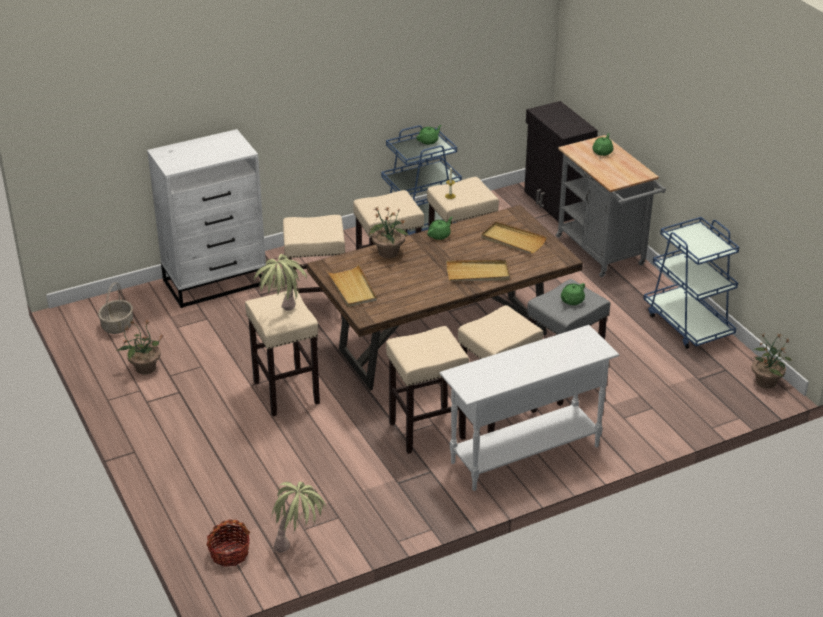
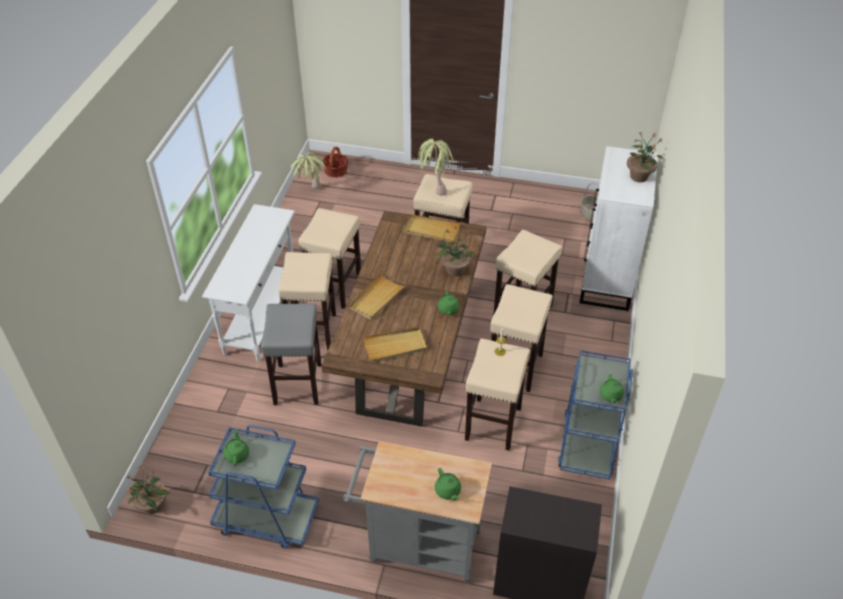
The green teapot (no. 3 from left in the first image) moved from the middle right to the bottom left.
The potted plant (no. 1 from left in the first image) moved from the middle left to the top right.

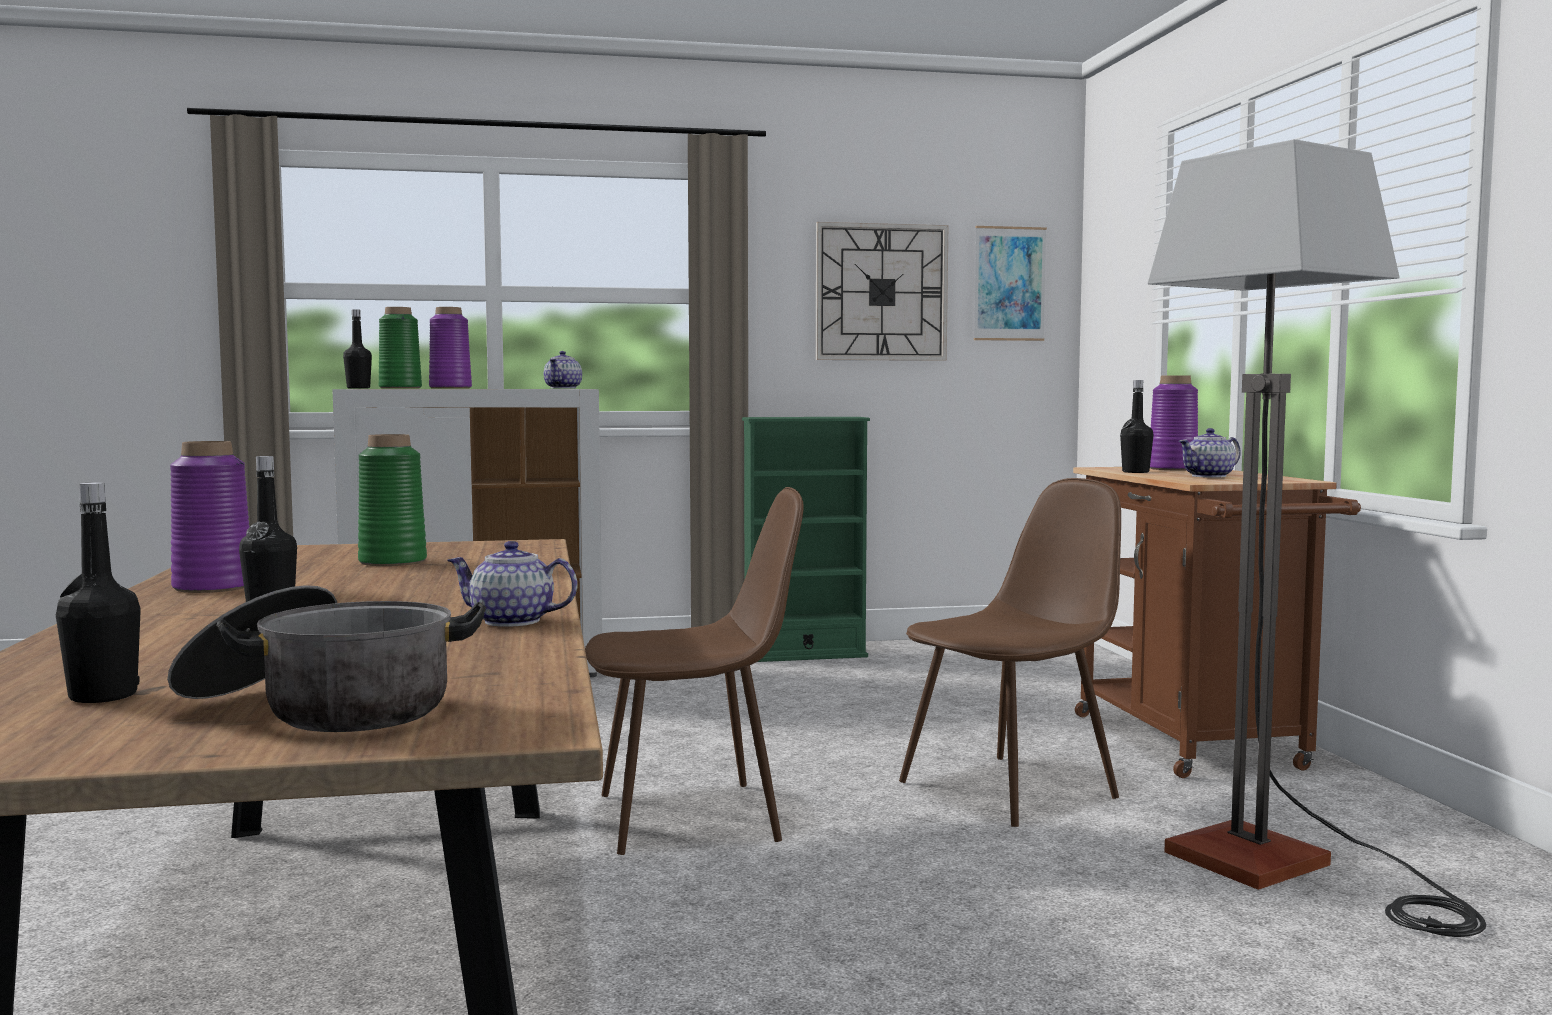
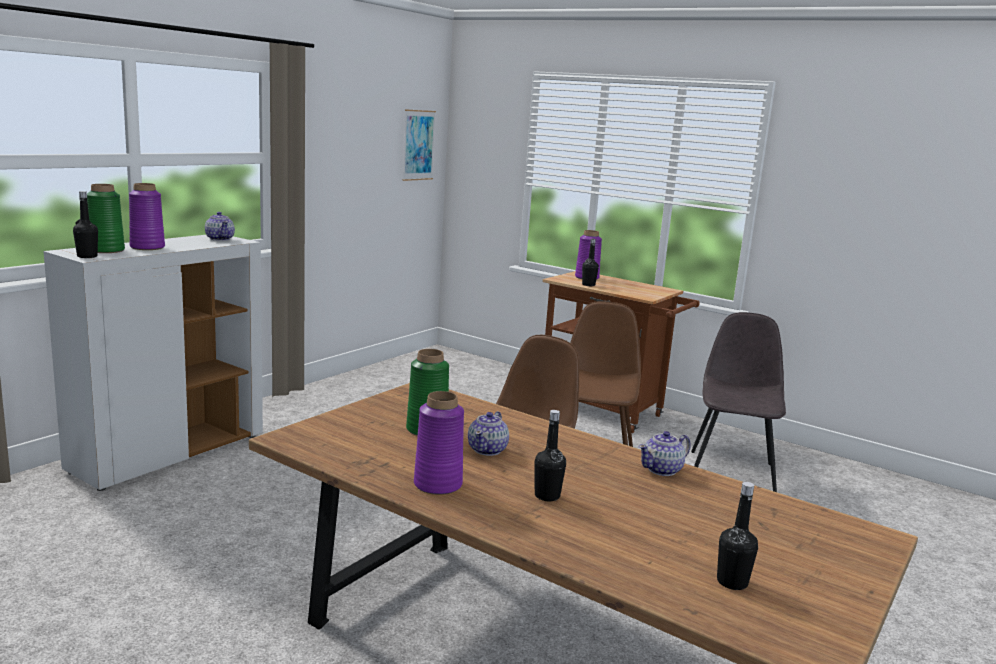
The floor lamp at the middle right was replaced by the grey chair at the middle right.
The wall clock at the top centre disappeared.
The green bookcase at the centre disappeared.
The teapot (no. 3 from left in the first image) moved from the middle right to the centre.
The cooking pot at the middle left disappeared.

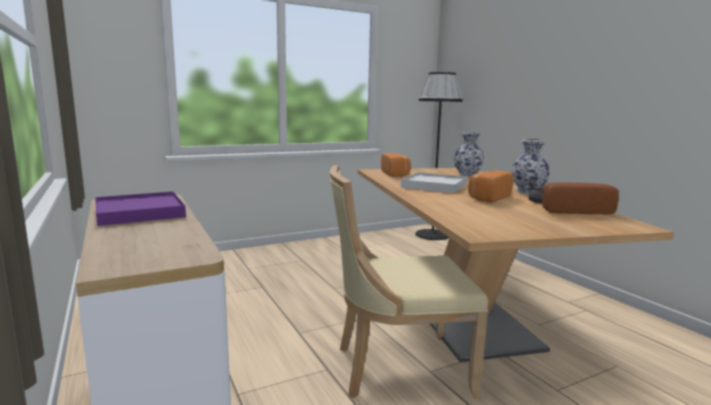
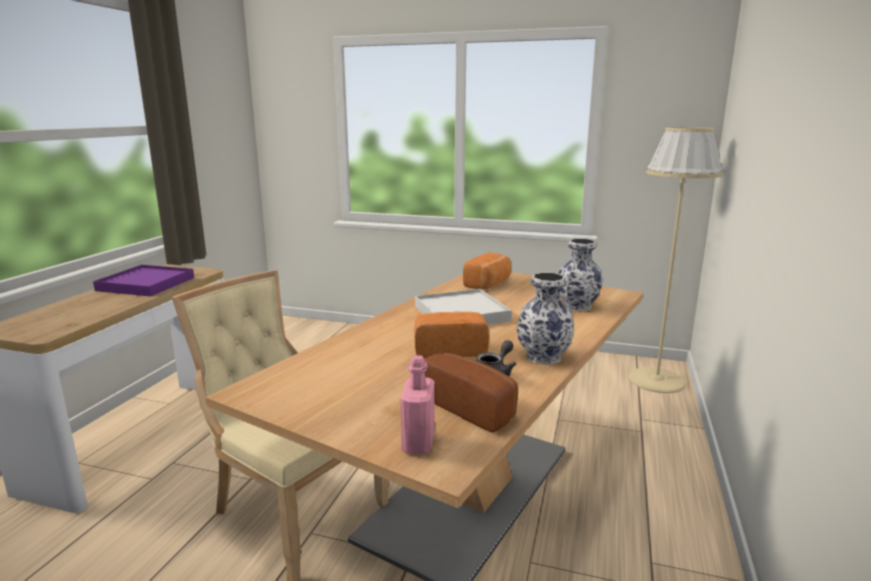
The black floor lamp at the centre became the beige floor lamp at the middle right.
The pink bottle at the bottom centre appeared.

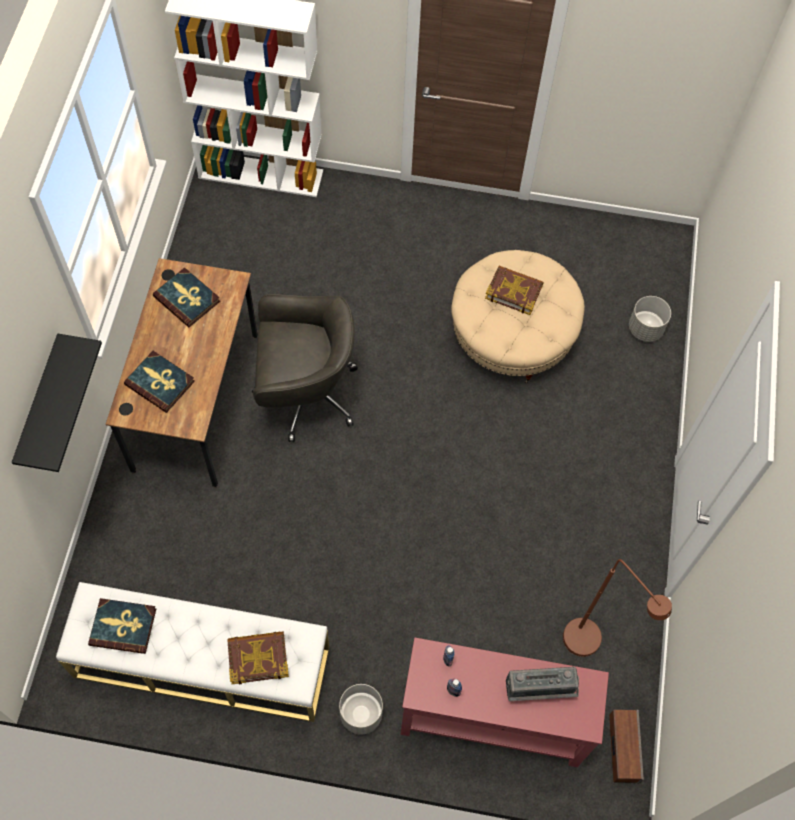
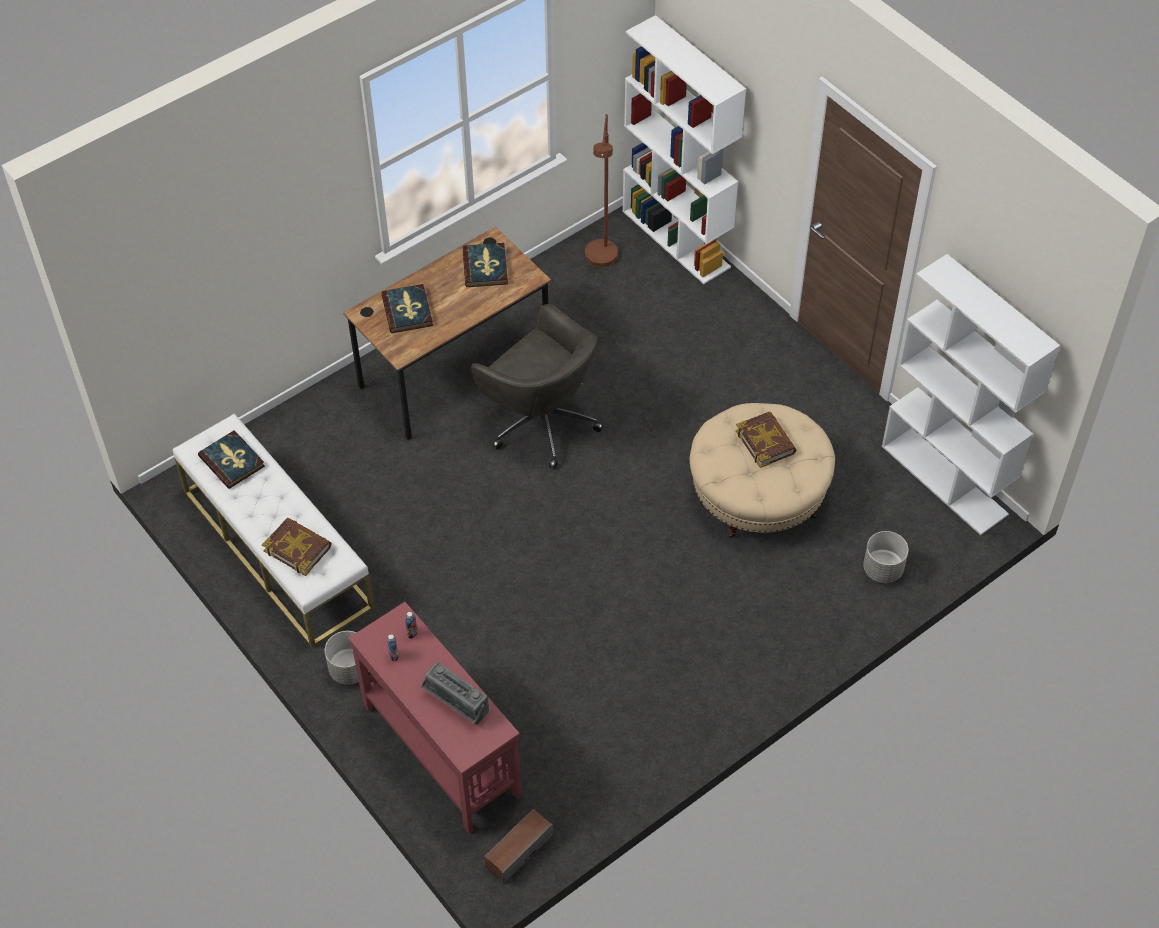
The black shelf at the middle left disappeared.
The brown floor lamp moved from the bottom right to the top centre.
The white bookcase (no. 2 from left) at the middle right appeared.

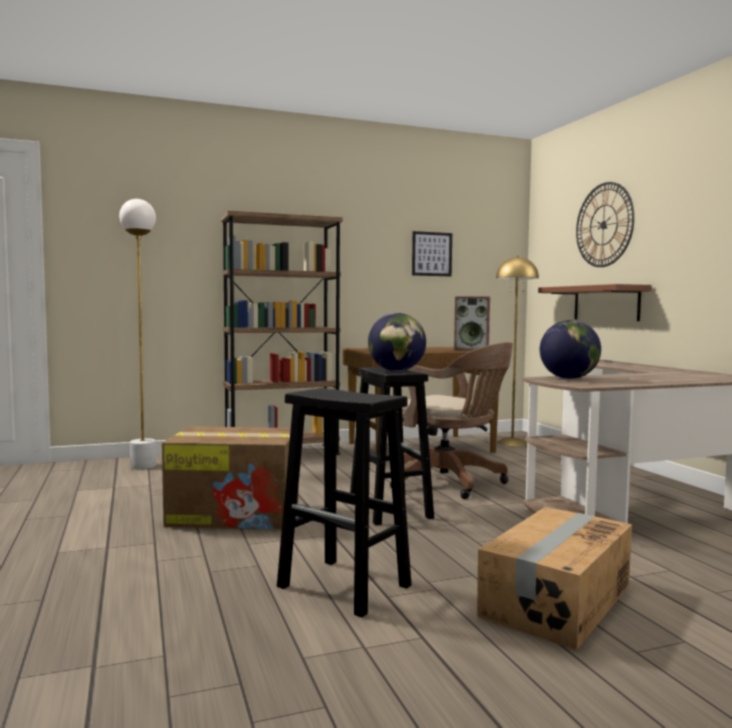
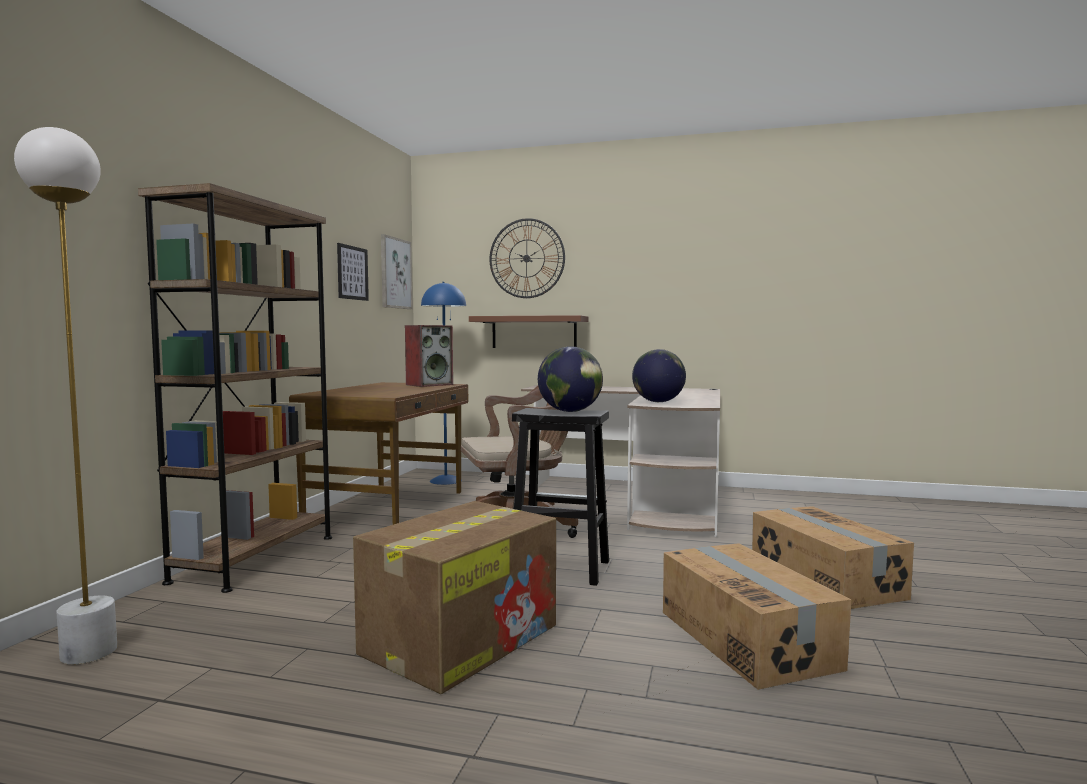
The yellow floor lamp at the middle right became the blue floor lamp at the centre.
The black stool (no. 1 from left) at the bottom centre was replaced by the cardboard box (no. 2 from left) at the bottom right.
The picture (no. 2 from left) at the centre appeared.

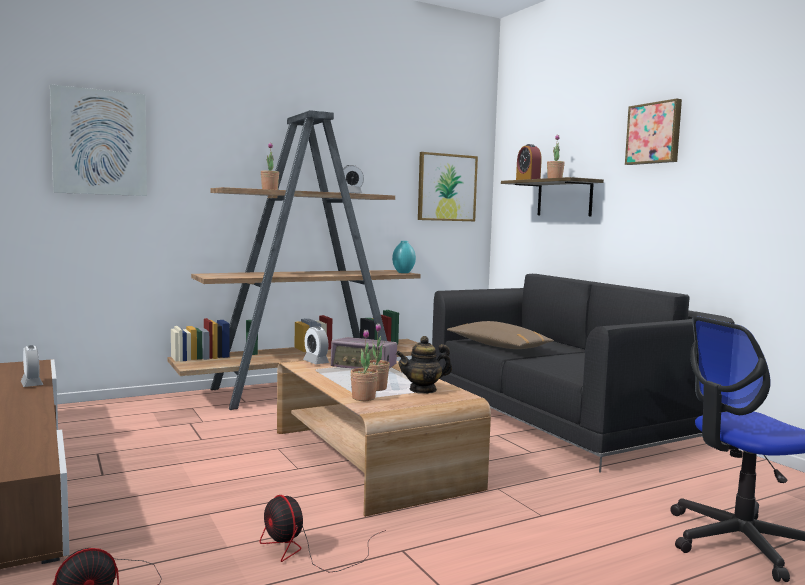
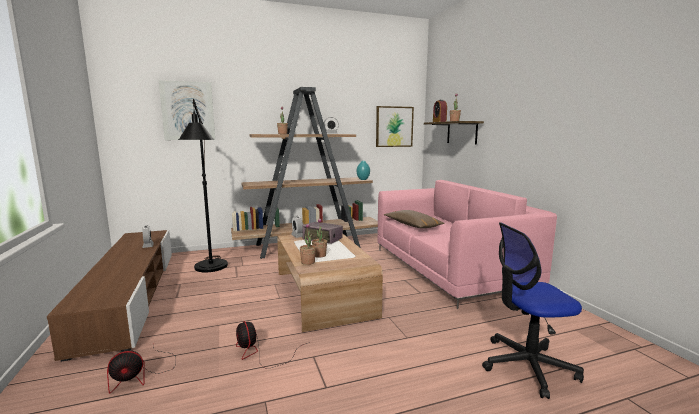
The picture (no. 3 from left) at the top right disappeared.
The black sofa at the middle right became the pink sofa at the middle right.
The teapot at the centre disappeared.
The black floor lamp at the middle left appeared.

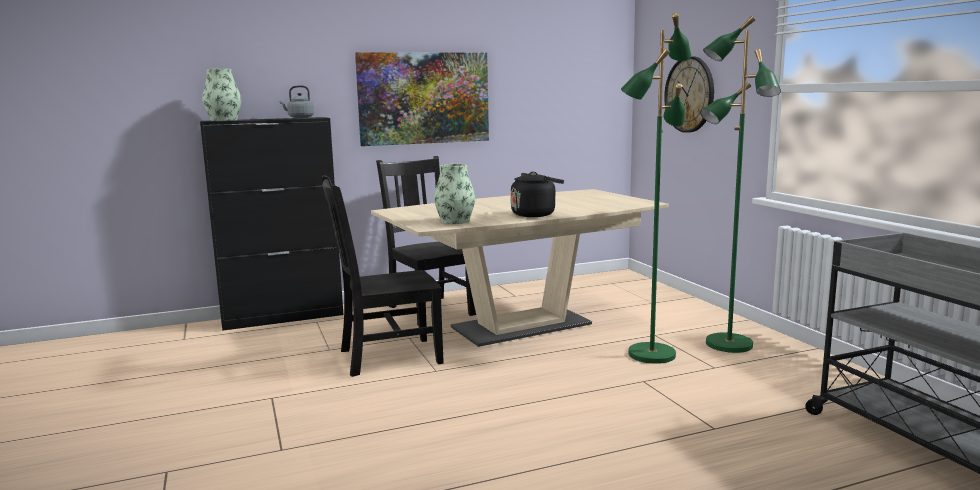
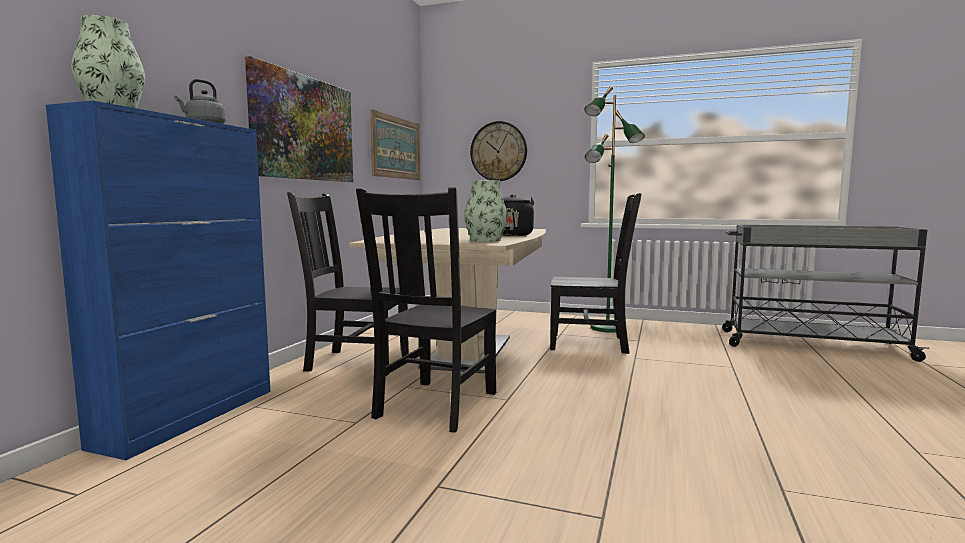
The green floor lamp (no. 1 from left) at the middle right was replaced by the black chair (no. 3 from left) at the centre.
The black cabinet at the middle left became the blue cabinet at the middle left.
The picture (no. 2 from left) at the top centre appeared.

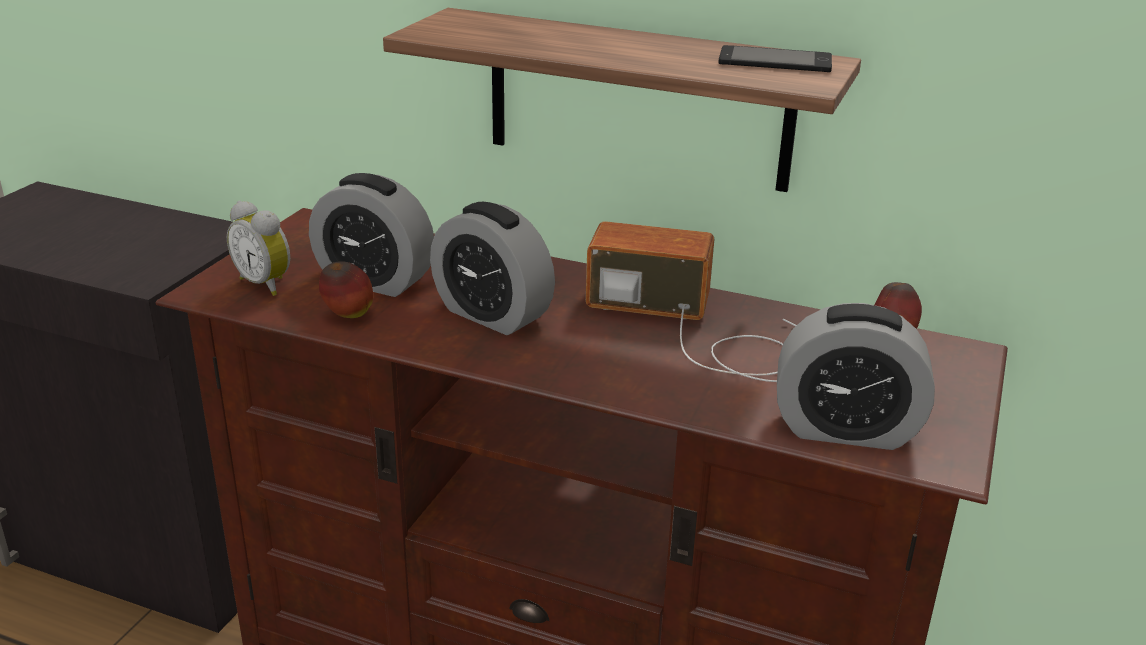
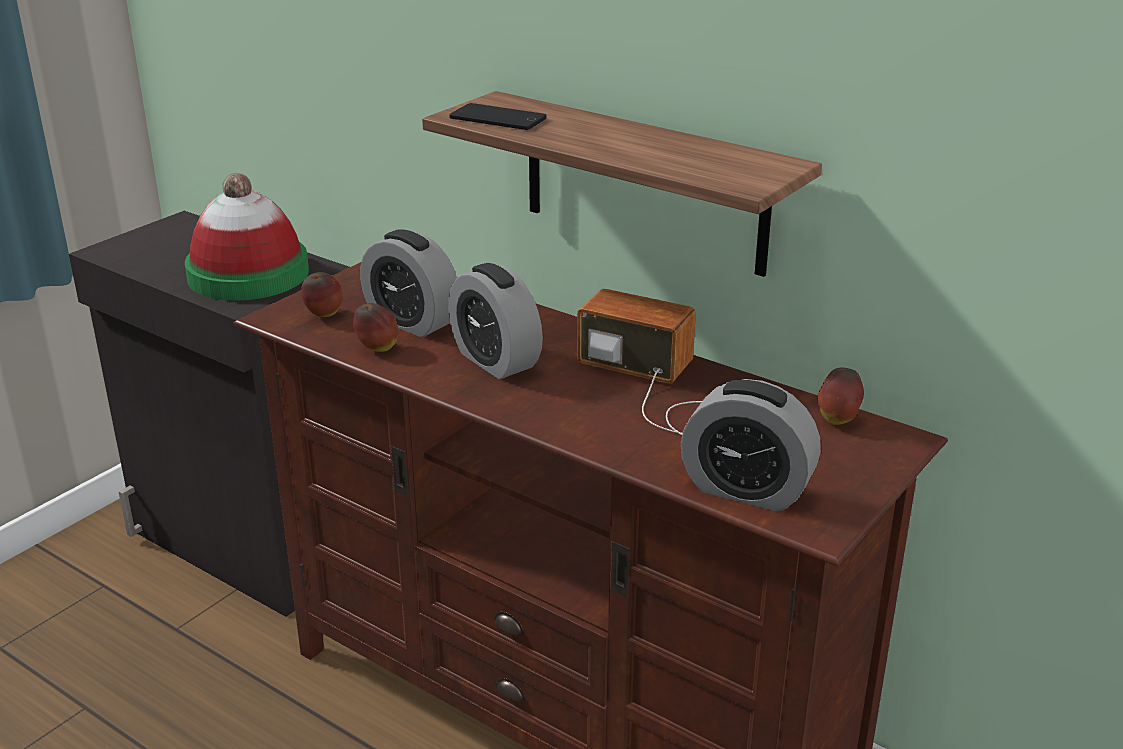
The phone moved from the top right to the top centre.
The alarm clock (no. 1 from left) at the middle left was replaced by the apple (no. 1 from left) at the middle left.
The hat at the top left appeared.

